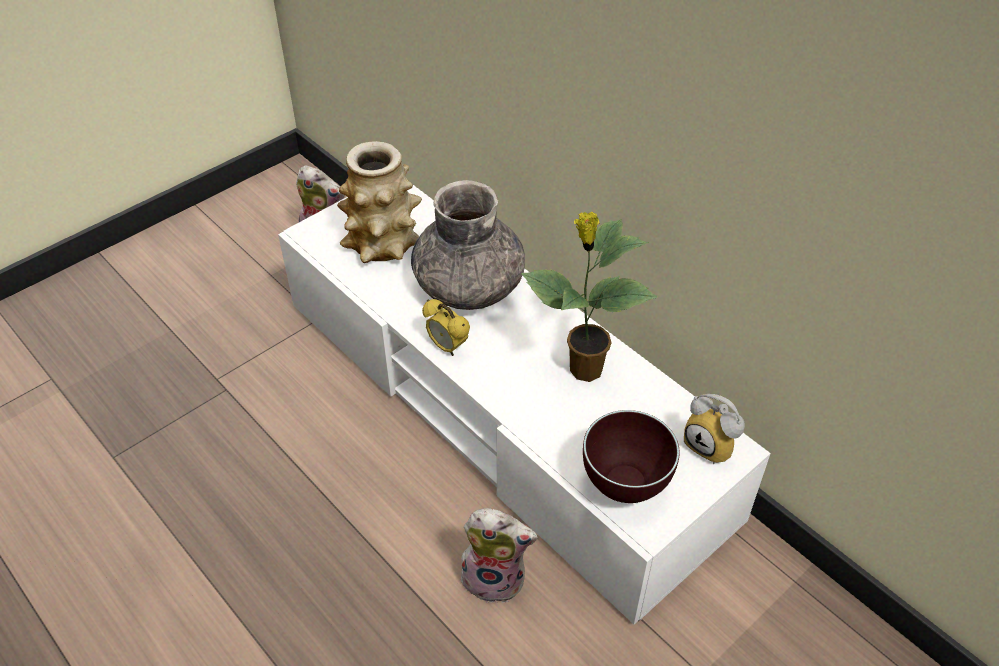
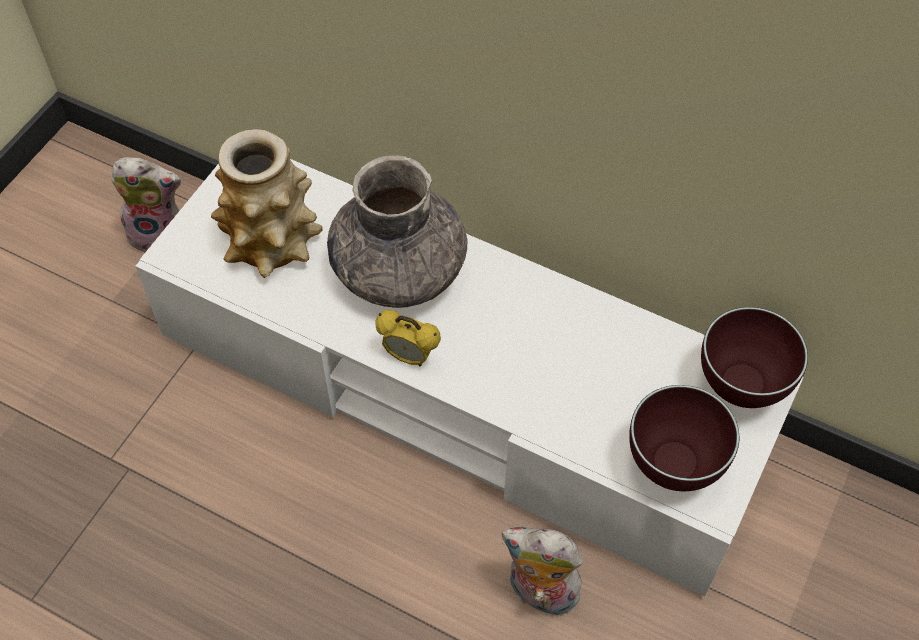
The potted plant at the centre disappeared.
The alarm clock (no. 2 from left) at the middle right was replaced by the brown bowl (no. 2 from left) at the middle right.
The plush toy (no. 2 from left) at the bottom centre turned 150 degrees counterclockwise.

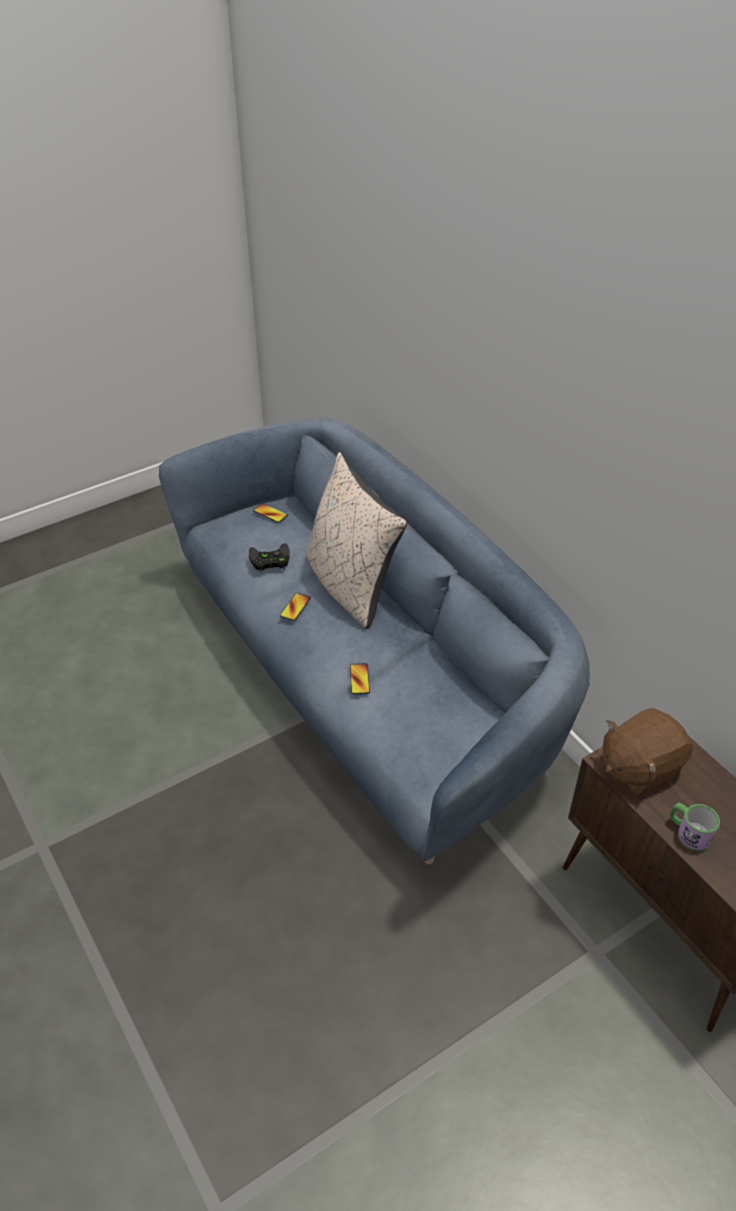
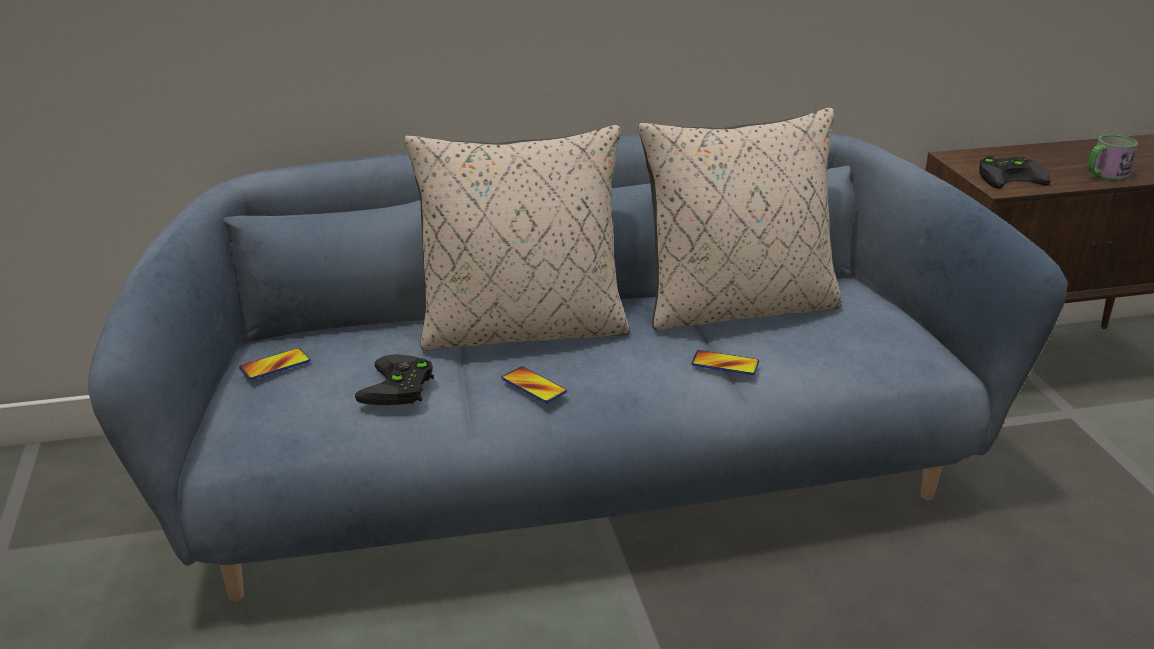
The brown plush toy at the middle right was replaced by the black game controller (no. 2 from left) at the top right.
The beige pillow (no. 2 from left) at the centre appeared.

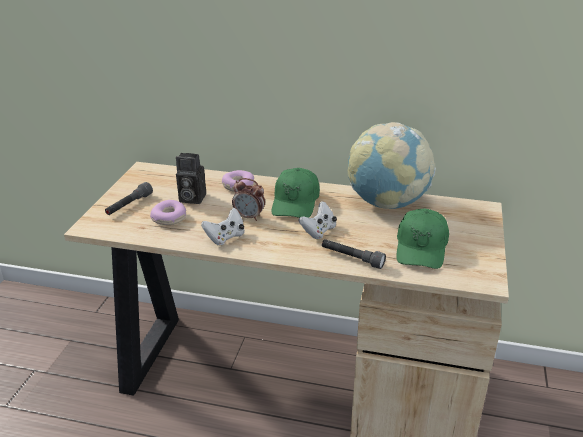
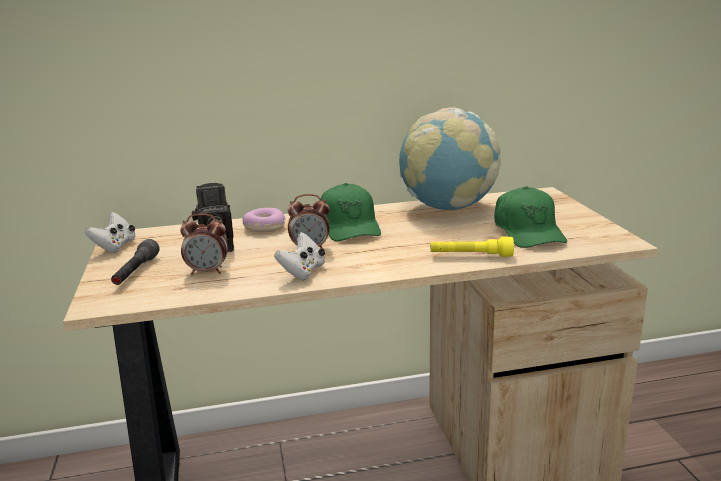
The donut (no. 1 from left) at the middle left was replaced by the alarm clock (no. 1 from left) at the middle left.
The white game controller (no. 2 from left in the first image) moved from the centre to the middle left.
The grey flashlight (no. 2 from left) at the centre became the yellow flashlight at the centre.

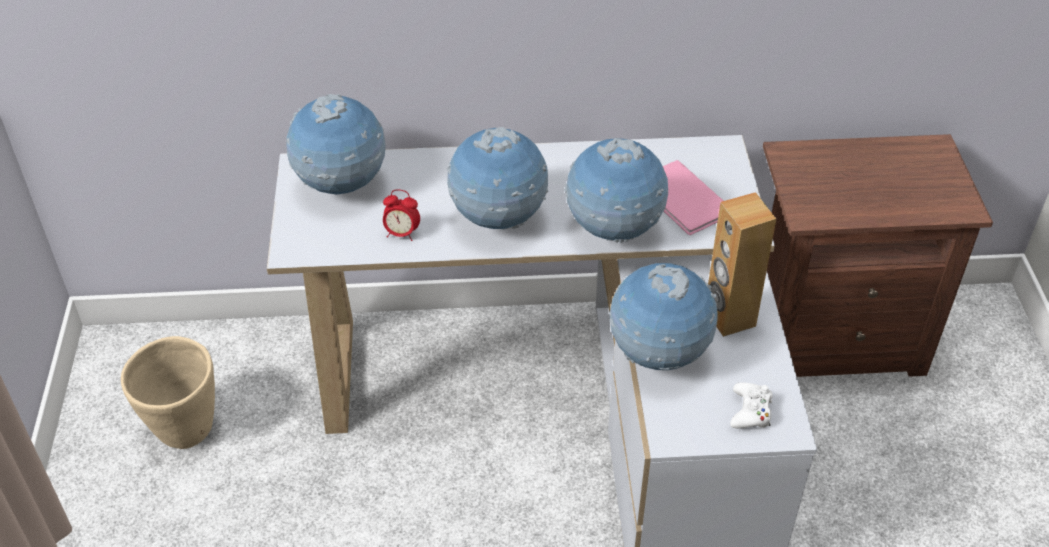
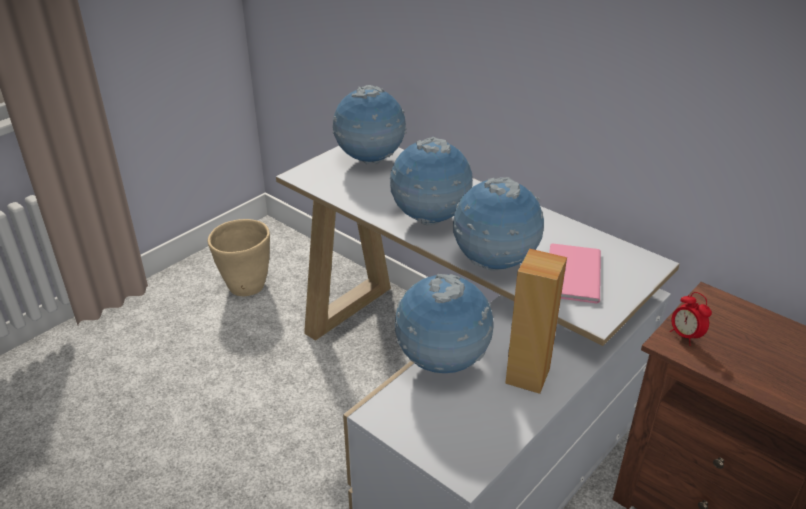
The alarm clock moved from the centre to the middle right.
The white game controller at the bottom right disappeared.

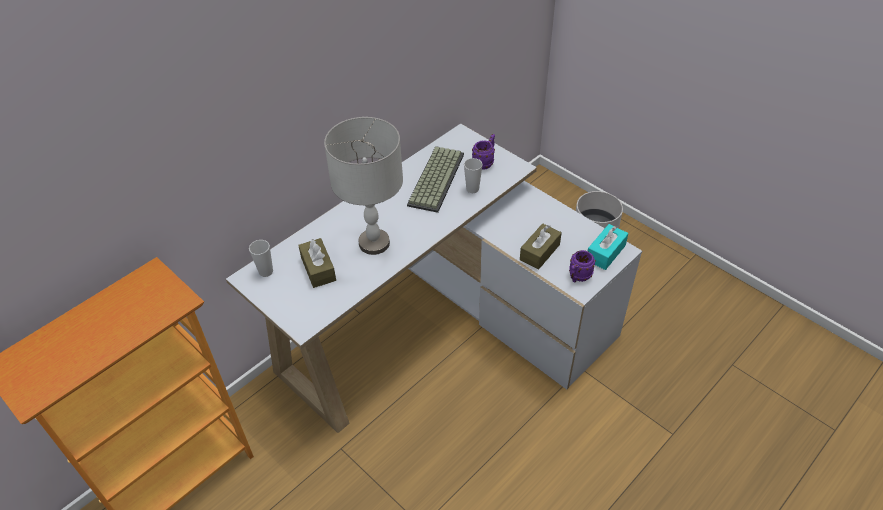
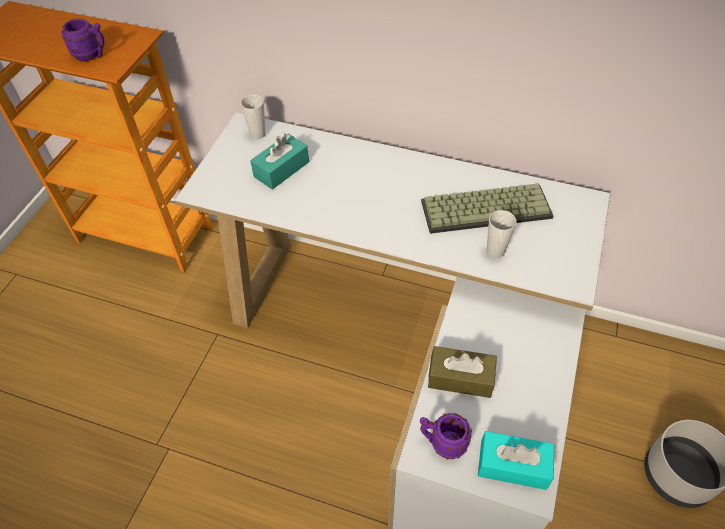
The grey table lamp at the centre disappeared.
The purple mug (no. 1 from left) moved from the top centre to the top left.
The brown tissue box (no. 1 from left) at the centre became the turquoise tissue box (no. 1 from left) at the top centre.

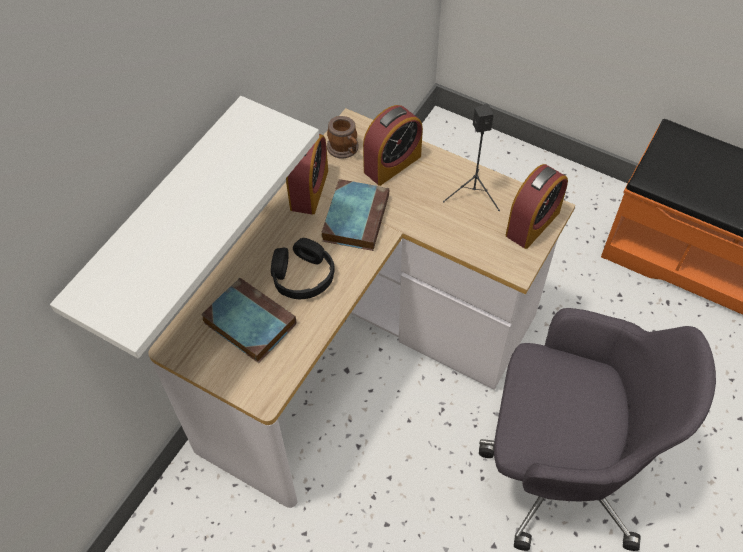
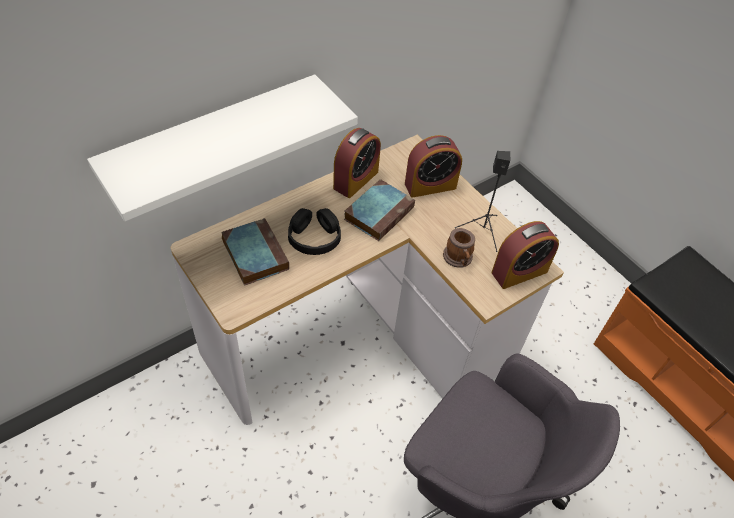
The mug moved from the top centre to the centre.

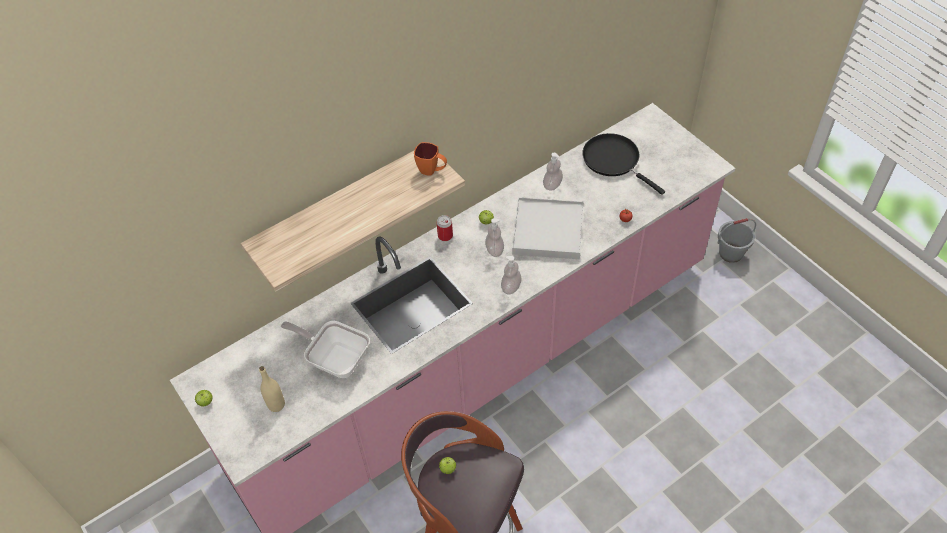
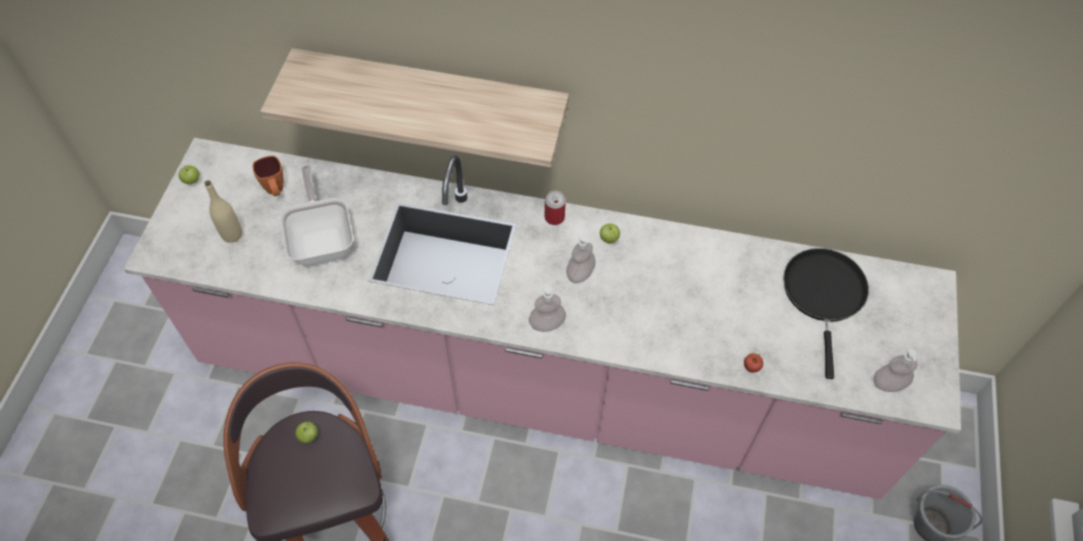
The orange mug moved from the top centre to the top left.
The soap dispenser (no. 3 from left) moved from the top centre to the bottom right.
The white tray at the centre disappeared.

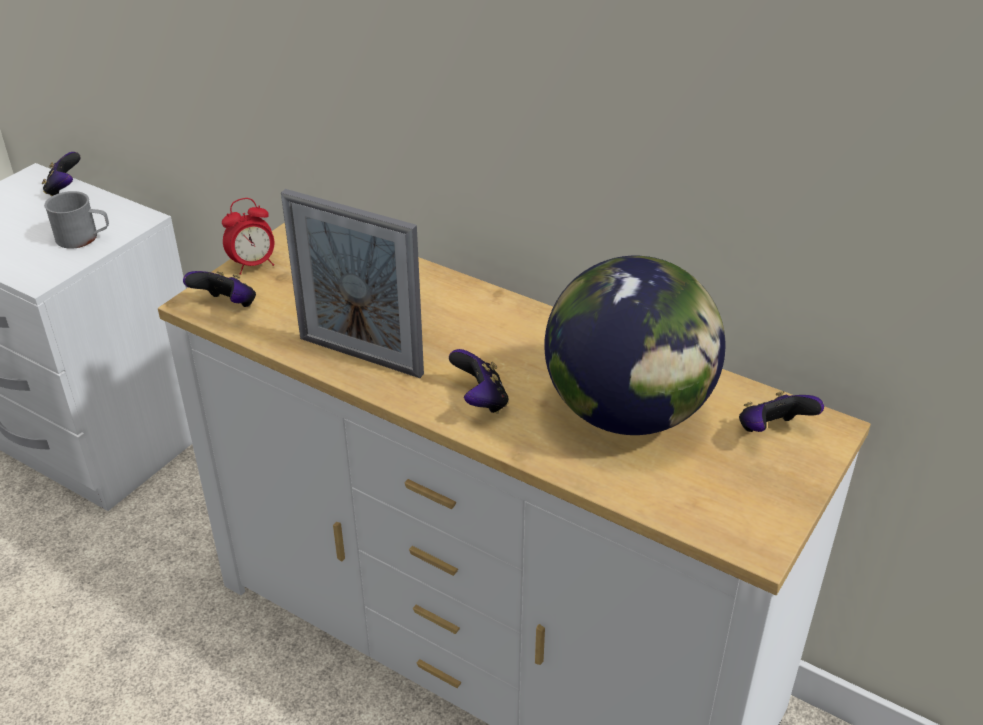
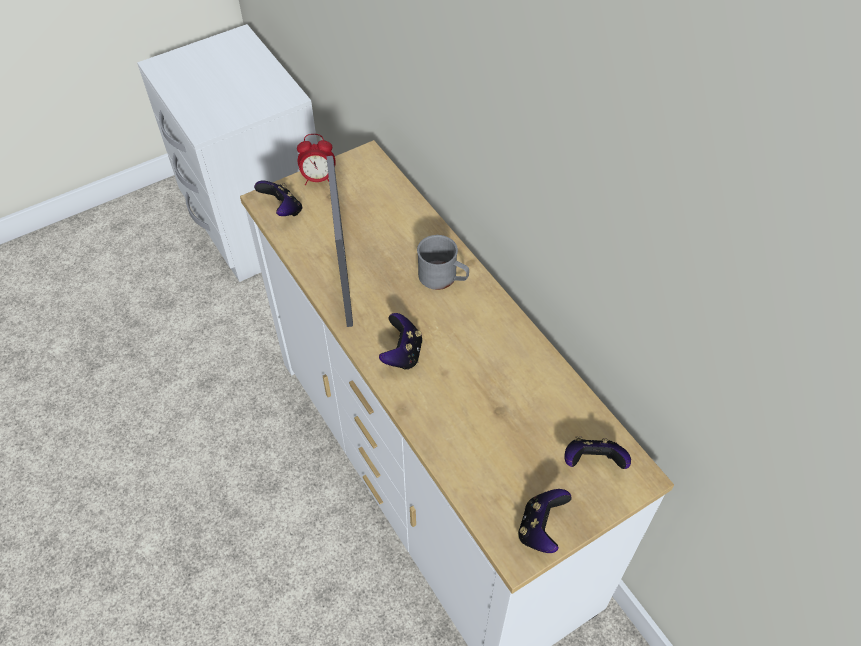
The game controller (no. 1 from left in the first image) moved from the top left to the bottom centre.
The picture frame at the centre turned 150 degrees counterclockwise.
The grey mug moved from the top left to the centre.
The globe at the centre disappeared.

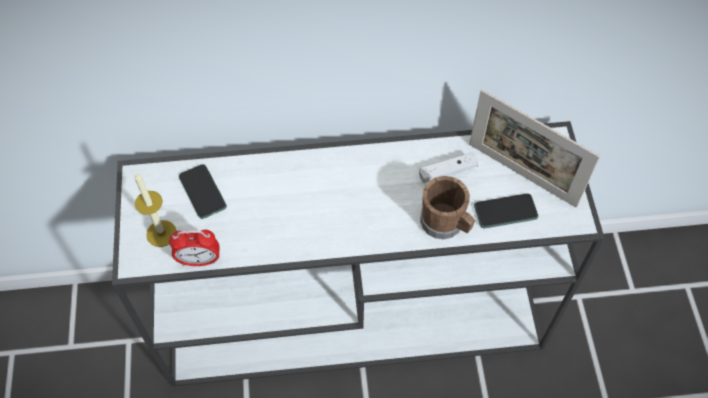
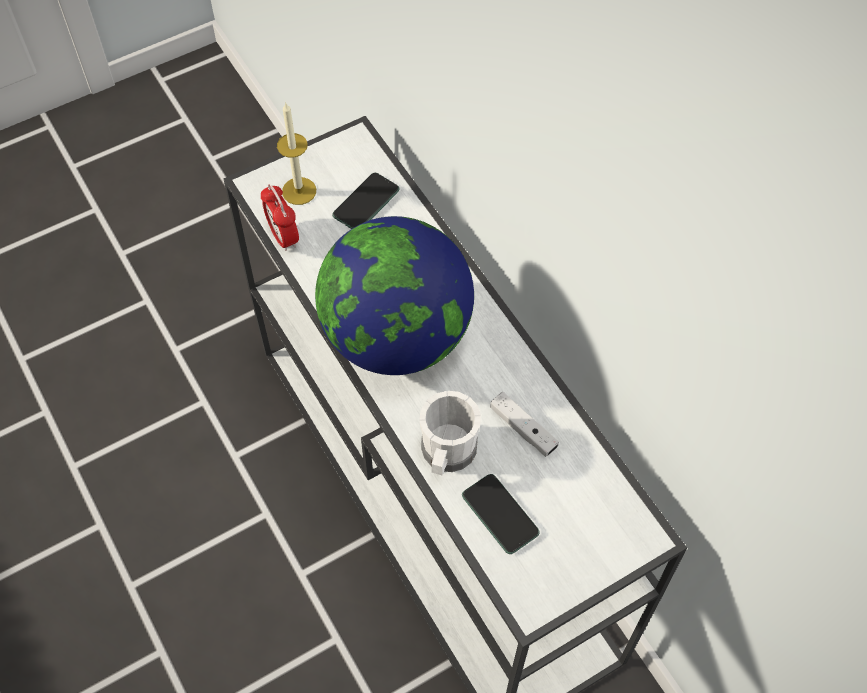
The picture frame at the middle right disappeared.
The brown mug at the centre became the white mug at the centre.
The globe at the centre appeared.

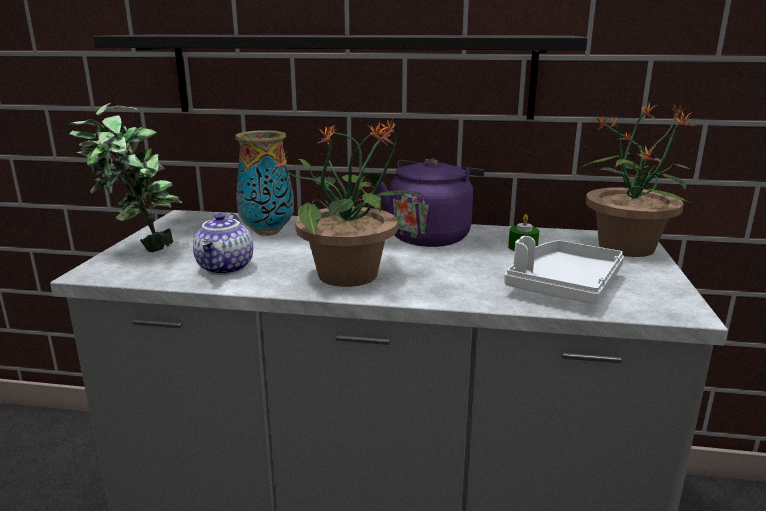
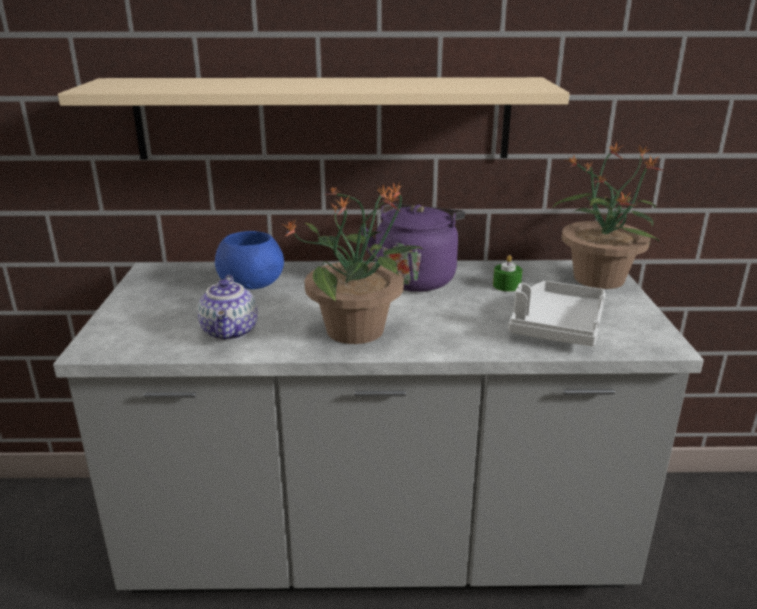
The black shelf at the top centre became the beige shelf at the top centre.
The potted plant (no. 1 from left) at the middle left disappeared.
The vase at the centre was replaced by the blue bowl at the middle left.

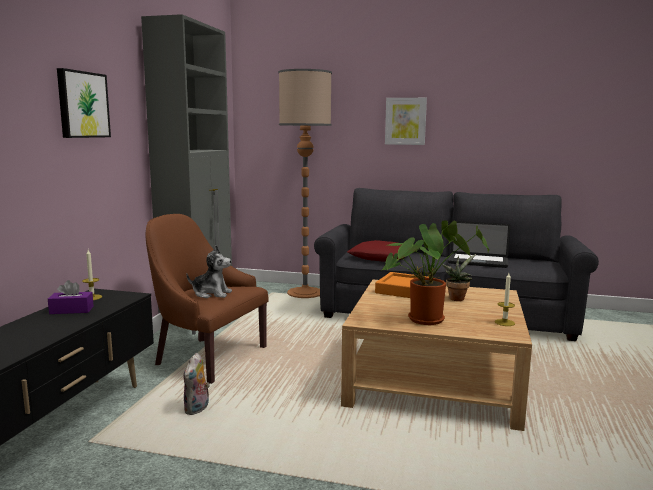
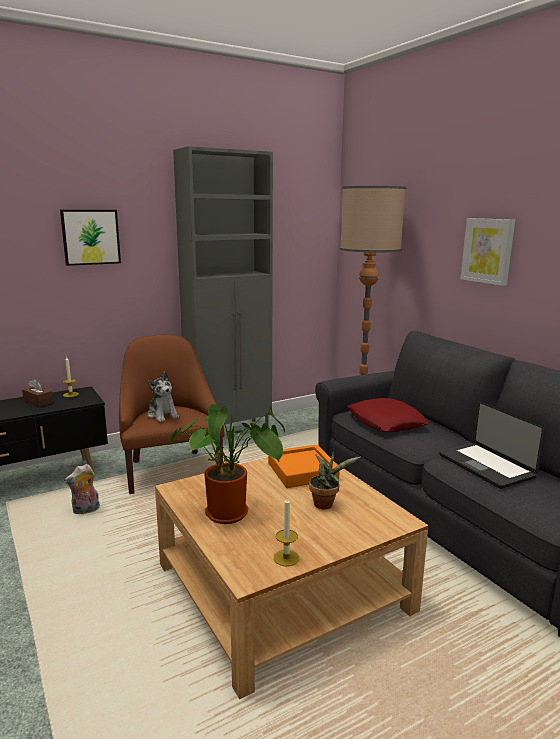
The purple tissue box at the middle left became the brown tissue box at the middle left.

